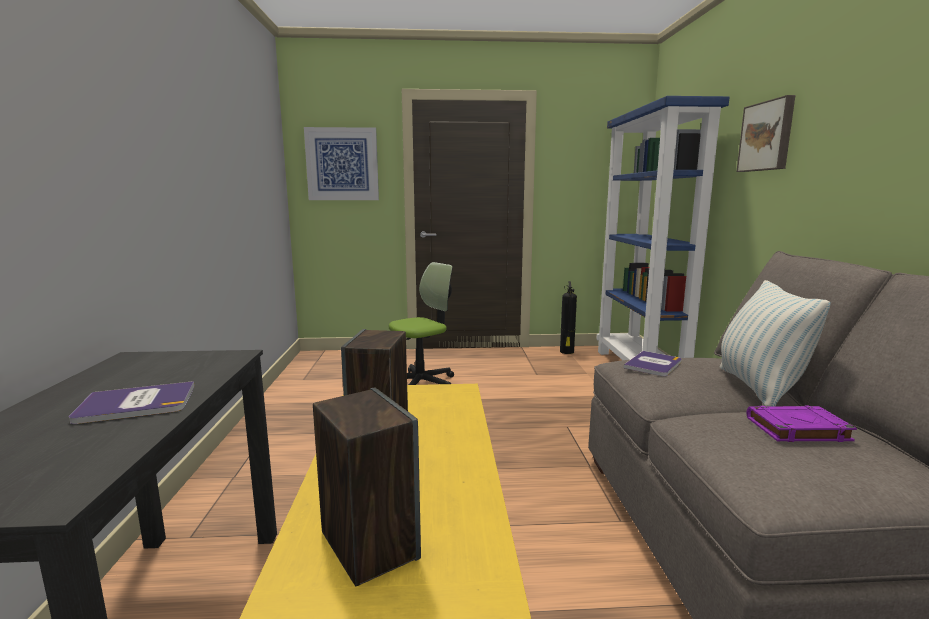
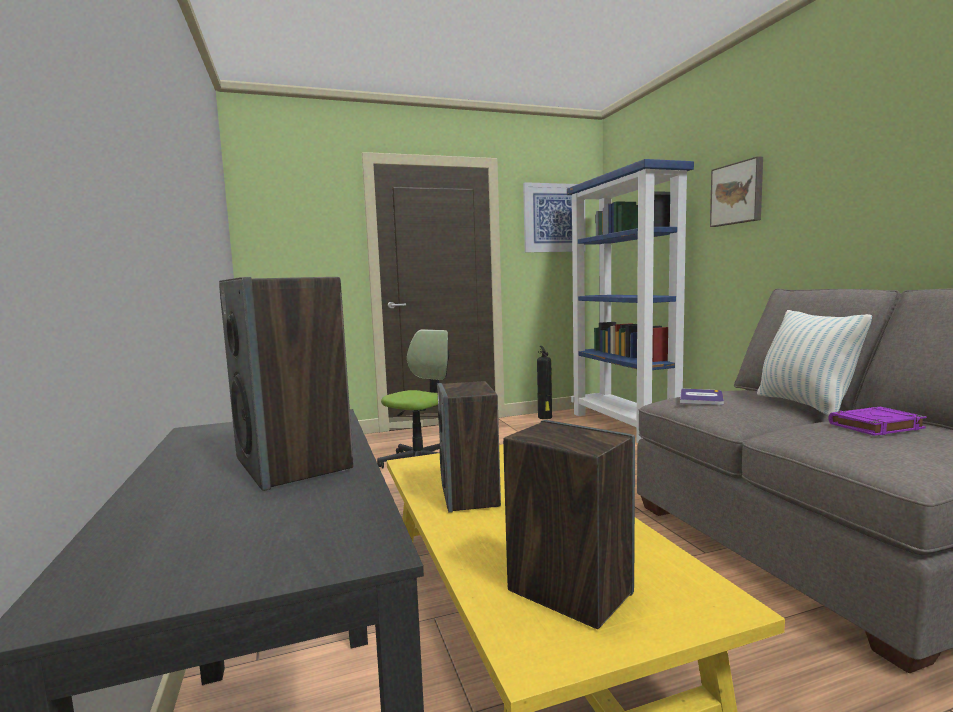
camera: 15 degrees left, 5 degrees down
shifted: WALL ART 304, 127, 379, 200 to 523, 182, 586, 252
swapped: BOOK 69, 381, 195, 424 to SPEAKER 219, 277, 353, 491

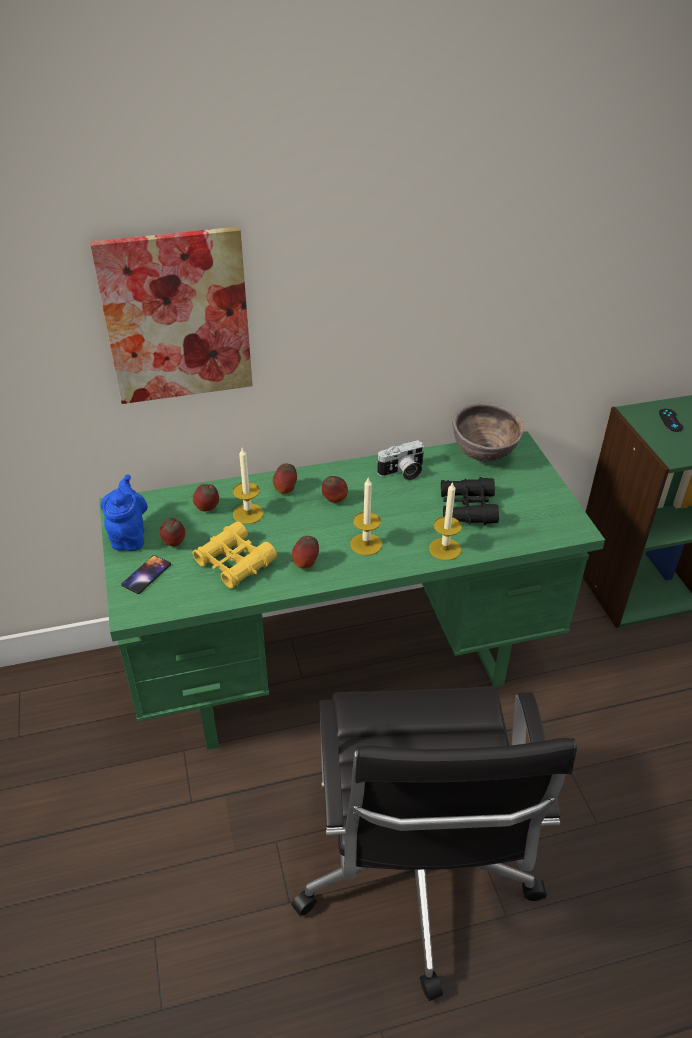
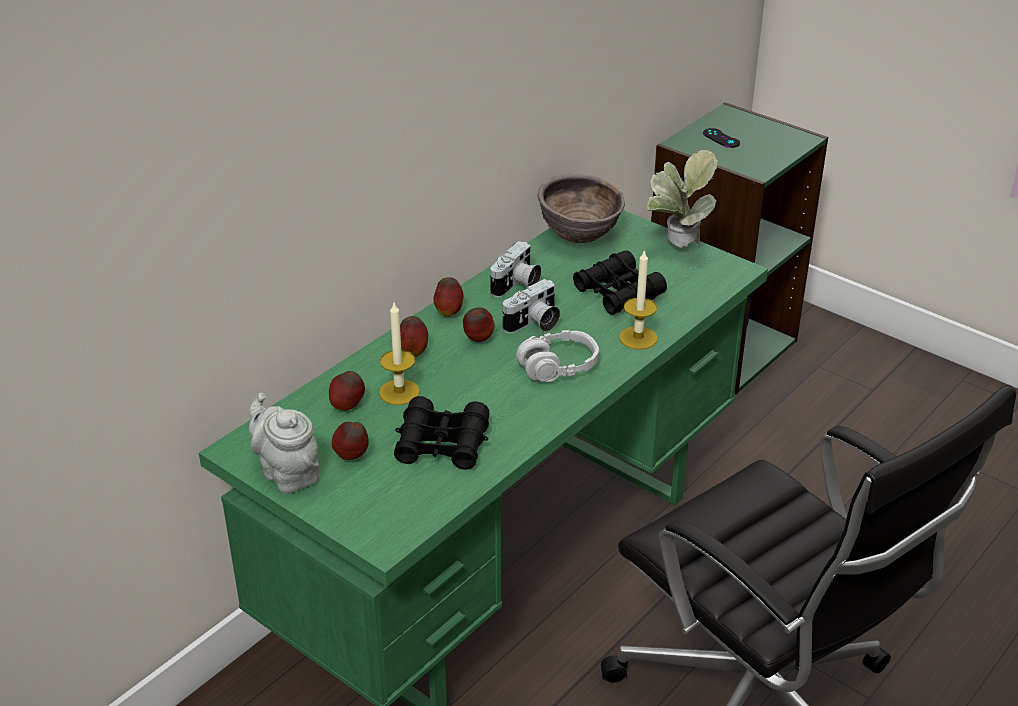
camera: 35 degrees left, 5 degrees down
gone: WALL ART 90, 226, 253, 404; PHONE 121, 555, 171, 594
new: PHOTO CAMERA 502, 279, 560, 333; POTTED PLANT 647, 150, 718, 248
shifted: APPLE 292, 536, 319, 569 to 433, 277, 463, 317
swapped: WAX CANDLE 351, 478, 382, 556 to GREY PAIR OF HEADPHONES 516, 330, 599, 382
repainted: BLUISH TEAPOT 101, 474, 148, 551 to GREY TEAPOT 249, 393, 319, 494; YELLOWISH BINOCULARS 192, 521, 277, 589 to BLACKISH BINOCULARS 394, 396, 490, 470

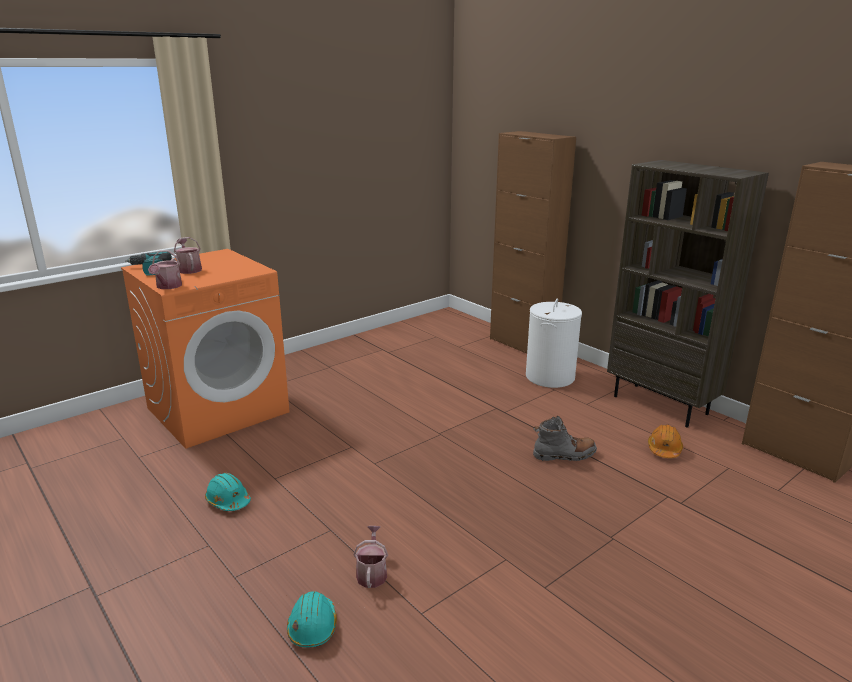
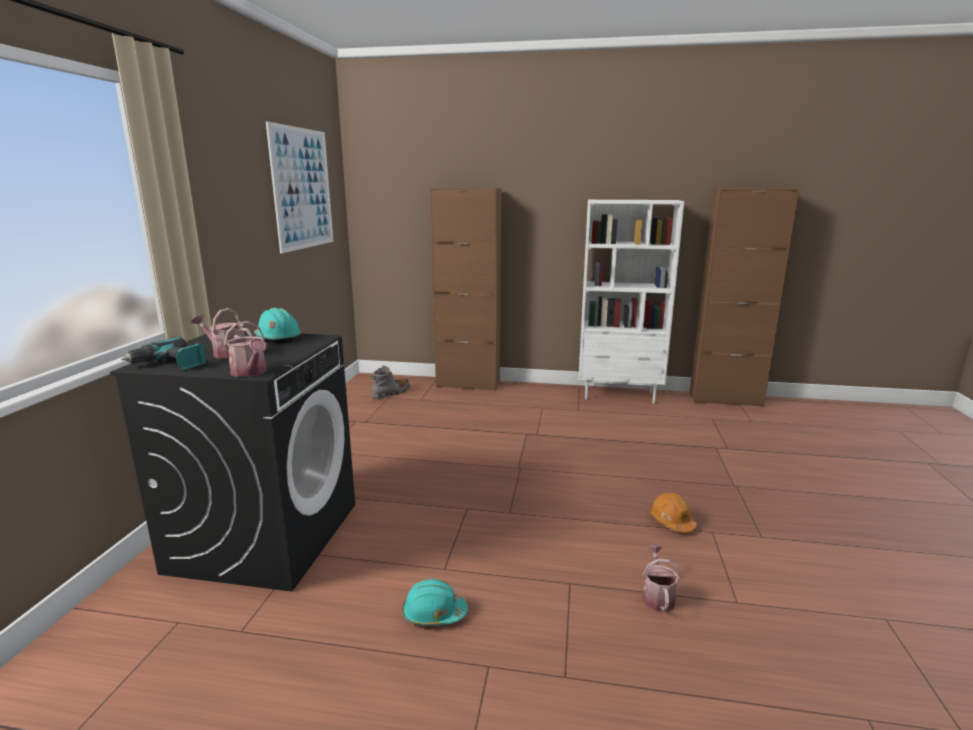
camera: 40 degrees left, 5 degrees down
gone: WHITISH LAUNDRY BASKET 526, 298, 582, 388
new: WALL ART 266, 121, 334, 253
shifted: BLUE-GREEN SAFETY HELMET 287, 591, 337, 647 to 254, 308, 302, 343; GREY HIGH-TOP BOOT 533, 416, 597, 461 to 370, 366, 410, 399; ORANGEY SAFETY HELMET 648, 424, 683, 458 to 649, 493, 697, 532
repainted: ORANGEY LAUNDRY APPLIANCE 121, 249, 289, 449 to BLACKISH LAUNDRY APPLIANCE 110, 331, 355, 592; BROWNISH BOOKSHELF 607, 160, 769, 428 to WHITISH BOOKSHELF 578, 200, 684, 404
rotated: SPRINKLING CAN 353, 526, 388, 588 = 642, 546, 681, 612 45 degrees clockwise

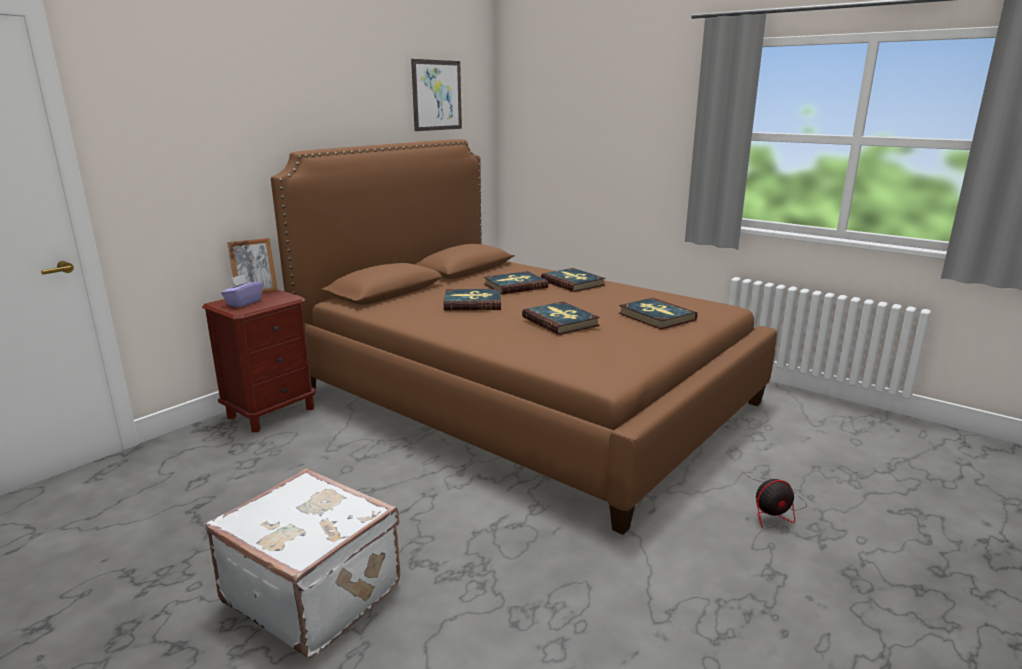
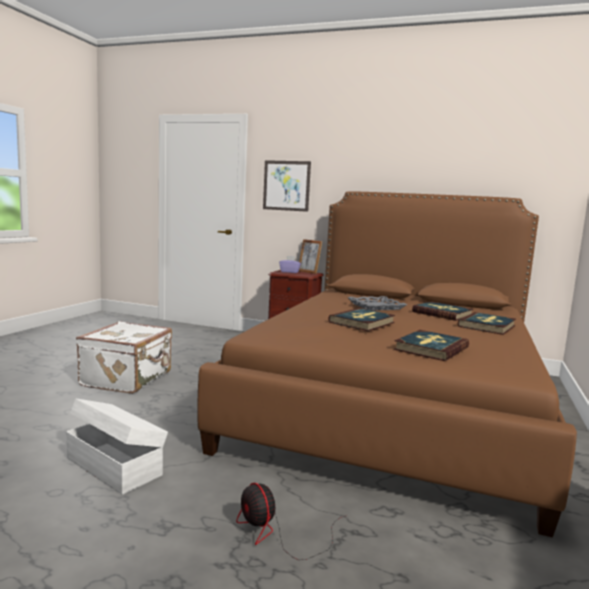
camera: 70 degrees right, 10 degrees down
new: WHITISH STORAGE BIN 66, 399, 168, 495
shifted: WALL ART 411, 59, 462, 131 to 263, 160, 311, 212
swapped: BOOK 443, 289, 501, 310 to GREY CARRYING TRAY 348, 296, 407, 311

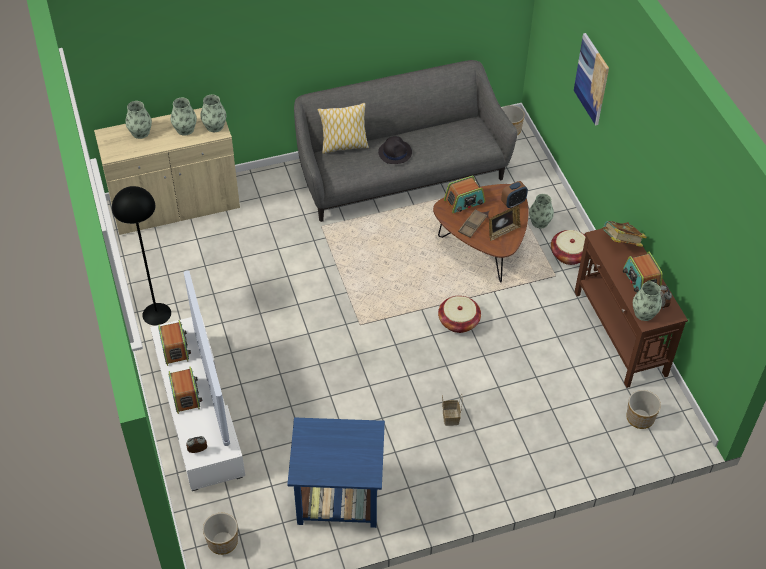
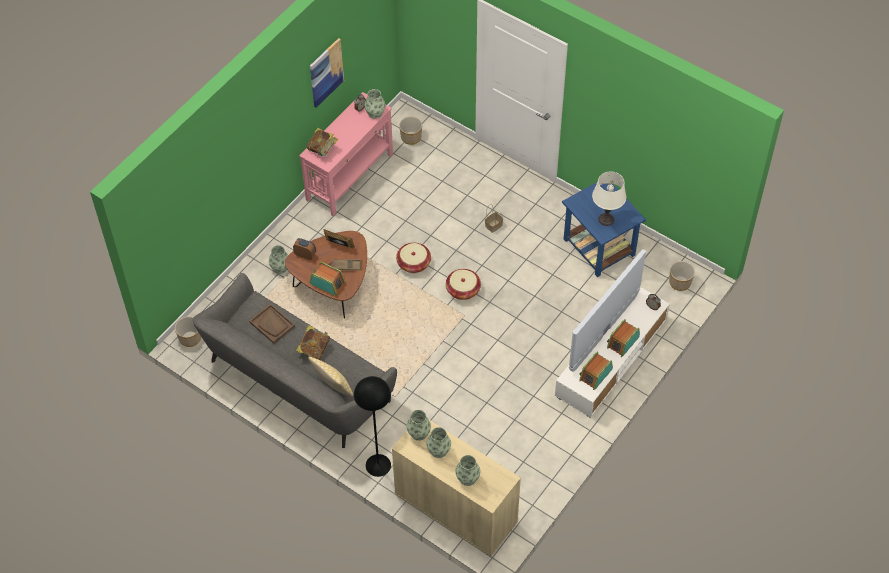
camera: 125 degrees left, 5 degrees up
gone: RADIO RECEIVER 623, 252, 663, 292
new: BROWNISH CARRYING TRAY 249, 304, 295, 344; WHITISH TABLETOP LAMP 592, 172, 626, 226
shifted: WALL ART 574, 33, 609, 126 to 310, 38, 344, 108; BLACKISH STANDING LAMP 112, 186, 171, 325 to 354, 376, 391, 477; HOUSEHOLD BASKET 551, 230, 586, 265 to 446, 269, 481, 300
swapped: BLACKISH CLOTHING HAT 378, 136, 412, 164 to BOOK 296, 325, 330, 360
repainted: BROWNISH CONSOLE TABLE 575, 222, 688, 388 to PINKISH CONSOLE TABLE 299, 92, 393, 216

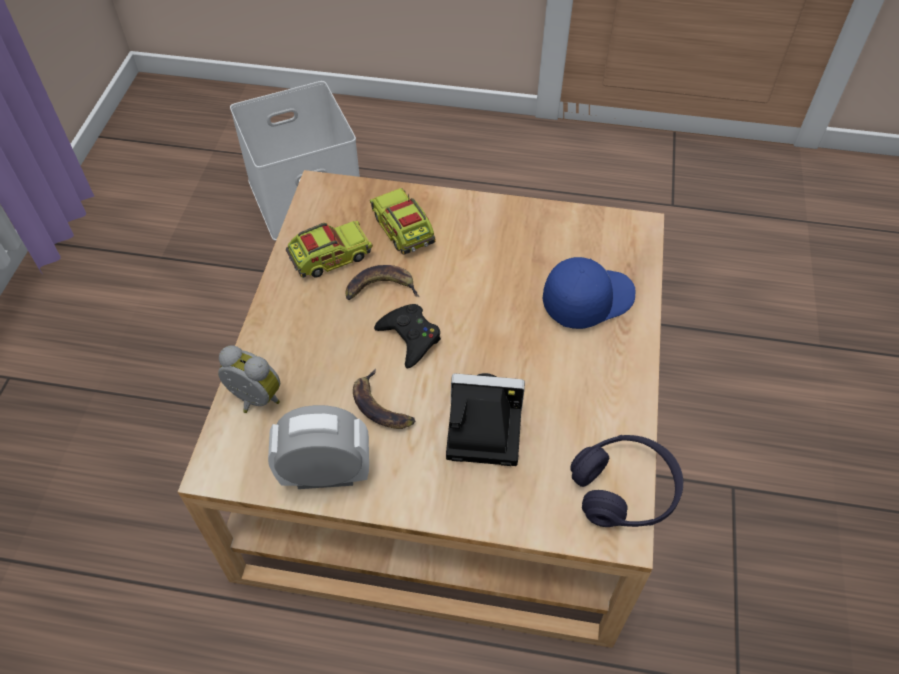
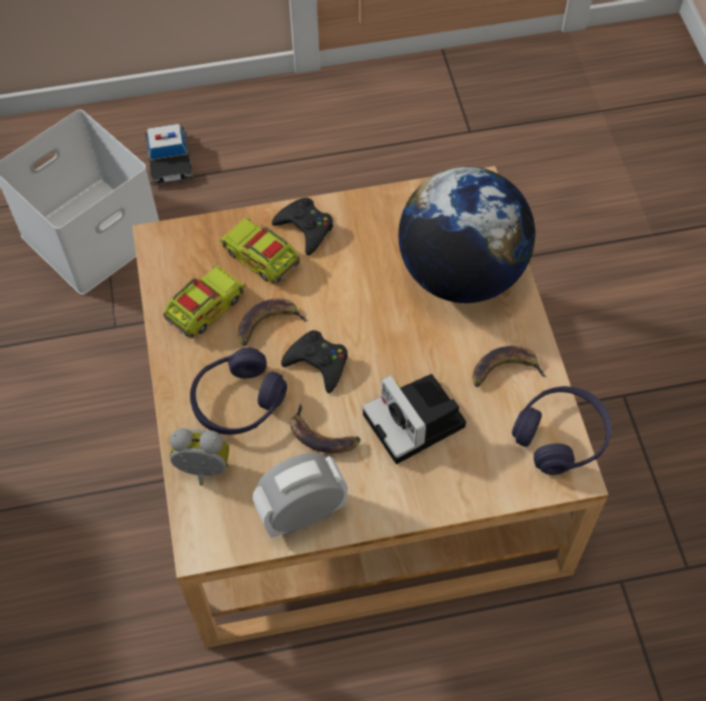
camera: 20 degrees left, 5 degrees up
new: TOY CAR 145, 124, 194, 185; PURPLISH PAIR OF HEADPHONES 190, 348, 287, 435; BLACKISH JOYPAD 272, 198, 333, 256; BANANA FRUIT 472, 346, 547, 387
swapped: BLUISH CAP 542, 257, 635, 329 to GLOBE 398, 166, 535, 303
rotated: PHOTO CAMERA 446, 373, 525, 466 = 363, 374, 466, 464 105 degrees counterclockwise

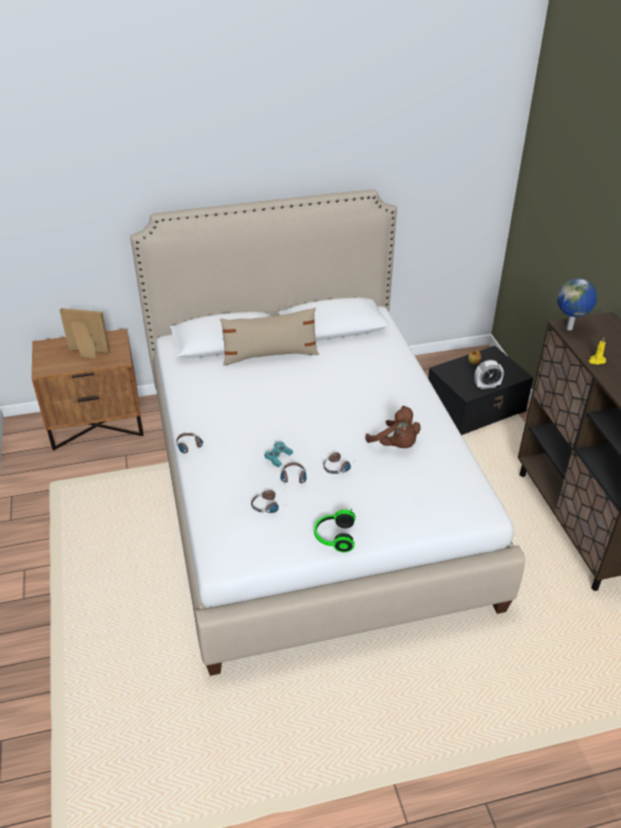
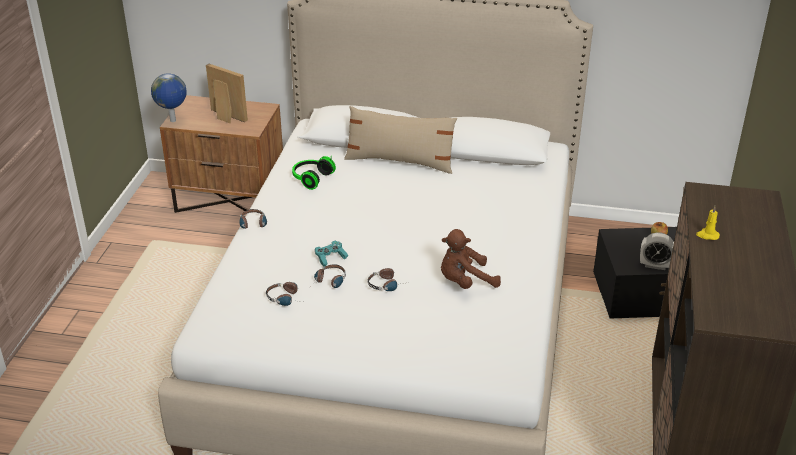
camera: 25 degrees right, 5 degrees down
shifted: GLOBE 557, 278, 597, 330 to 151, 73, 187, 122; PAIR OF HEADPHONES 314, 508, 356, 552 to 292, 156, 336, 190
rotated: BROWNISH SOFT TOY 366, 406, 421, 448 = 441, 229, 501, 289 90 degrees clockwise

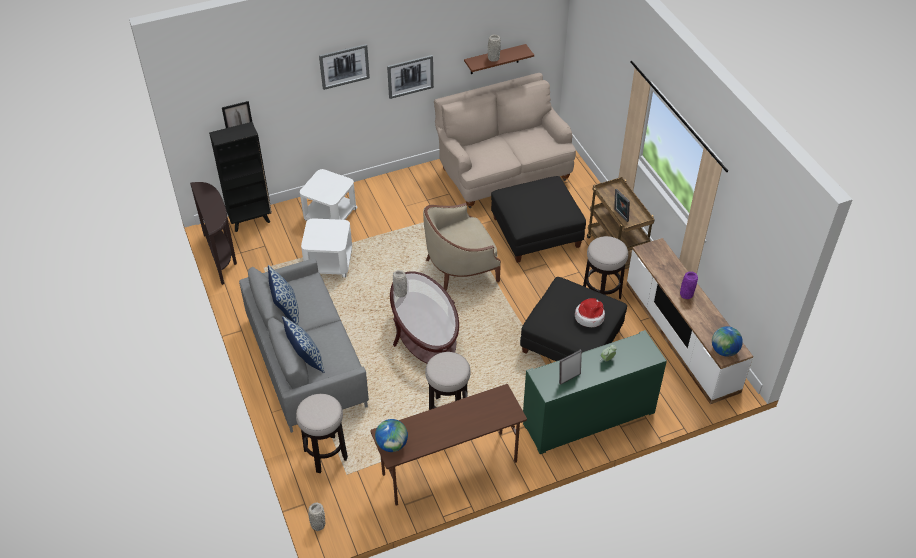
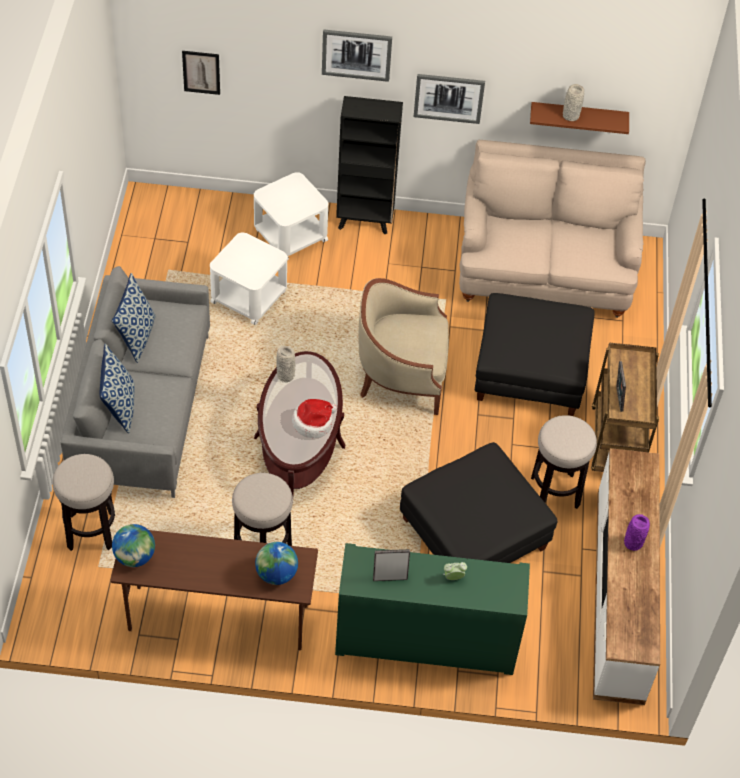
camera: 25 degrees right, 5 degrees up
gone: BROWNISH CONSOLE TABLE 190, 182, 237, 285; GREY FLOWER VASE 308, 503, 325, 531
shifted: GLOBE 712, 326, 743, 357 to 255, 542, 298, 585; CLOTHING HAT 575, 298, 605, 327 to 292, 399, 337, 438; BLACKISH BOOKSHELF 209, 122, 272, 232 to 336, 96, 403, 234

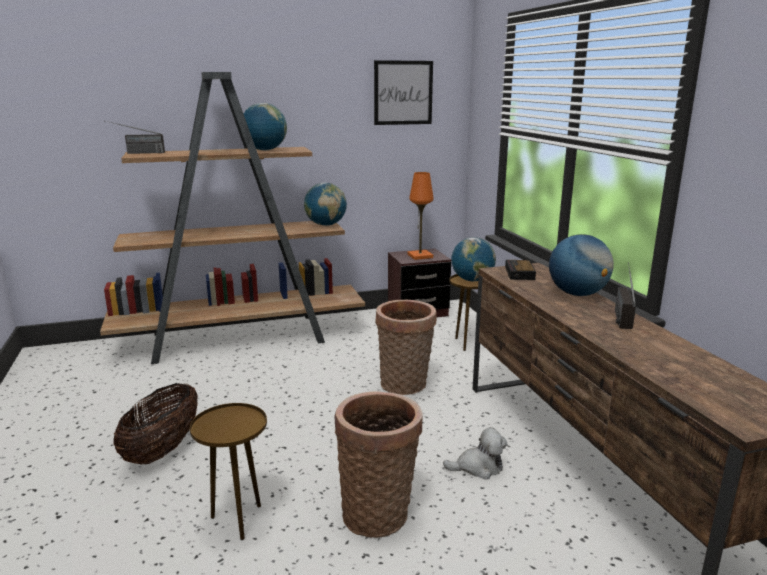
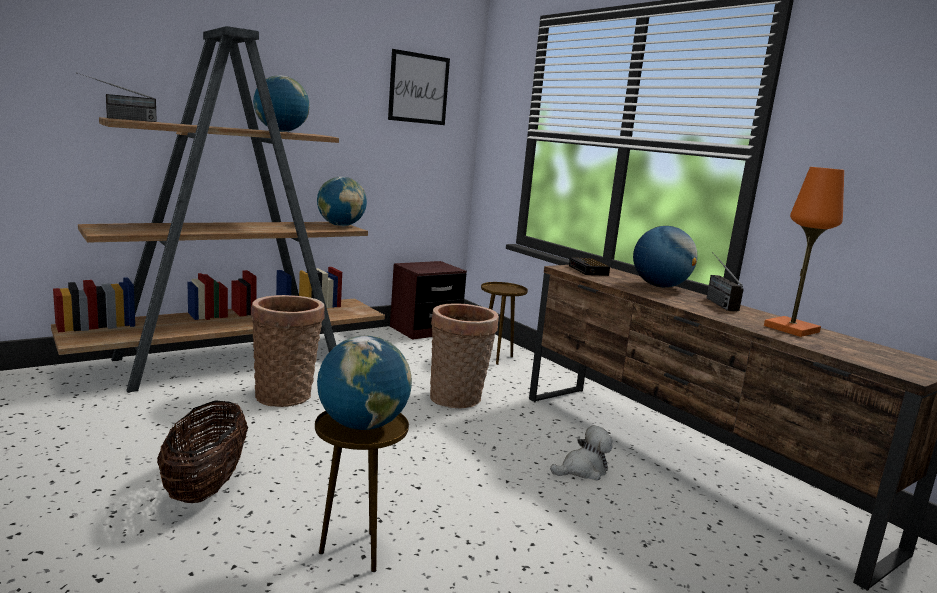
camera: 20 degrees left, 5 degrees down
shifted: HOUSEHOLD BASKET 334, 391, 423, 538 to 251, 295, 324, 407; GLOBE 451, 237, 496, 281 to 317, 336, 412, 430; ORANGEY TABLETOP LAMP 407, 172, 434, 260 to 764, 167, 844, 337

